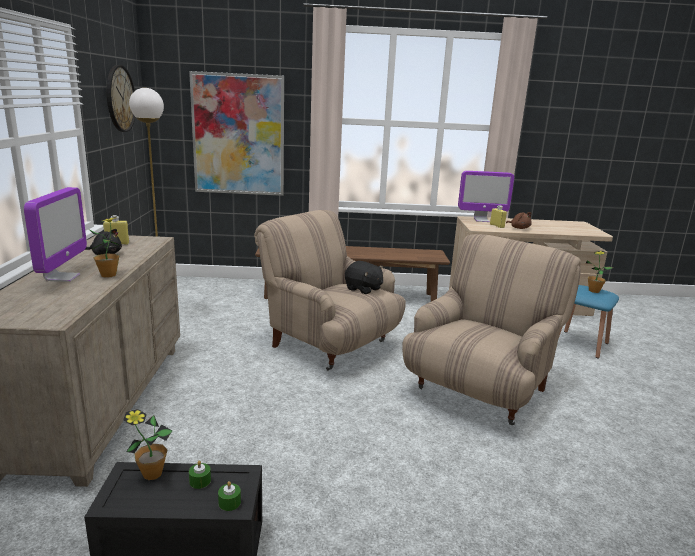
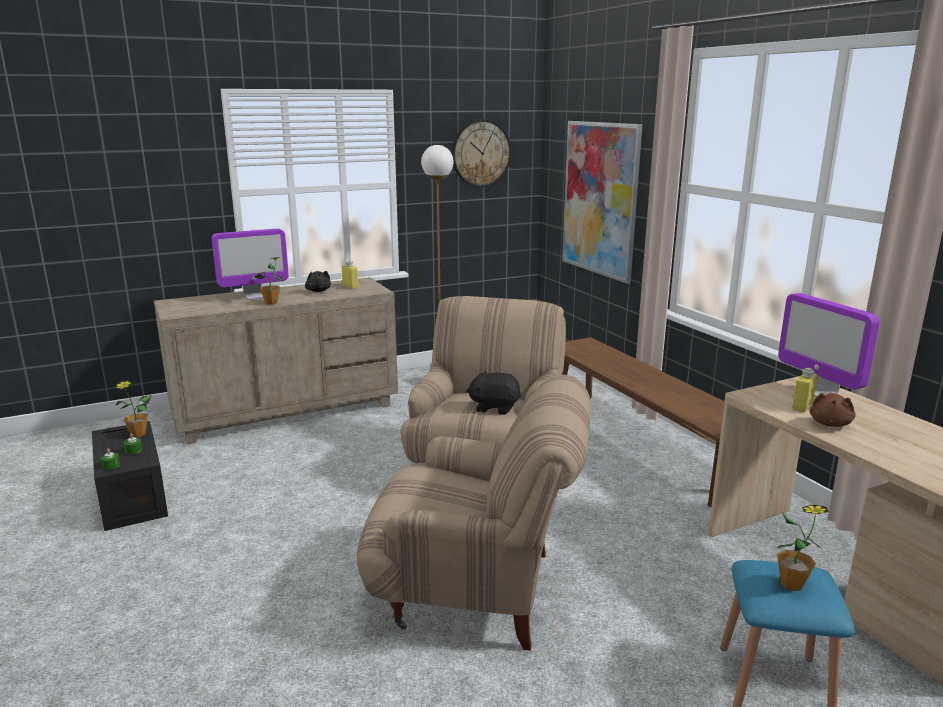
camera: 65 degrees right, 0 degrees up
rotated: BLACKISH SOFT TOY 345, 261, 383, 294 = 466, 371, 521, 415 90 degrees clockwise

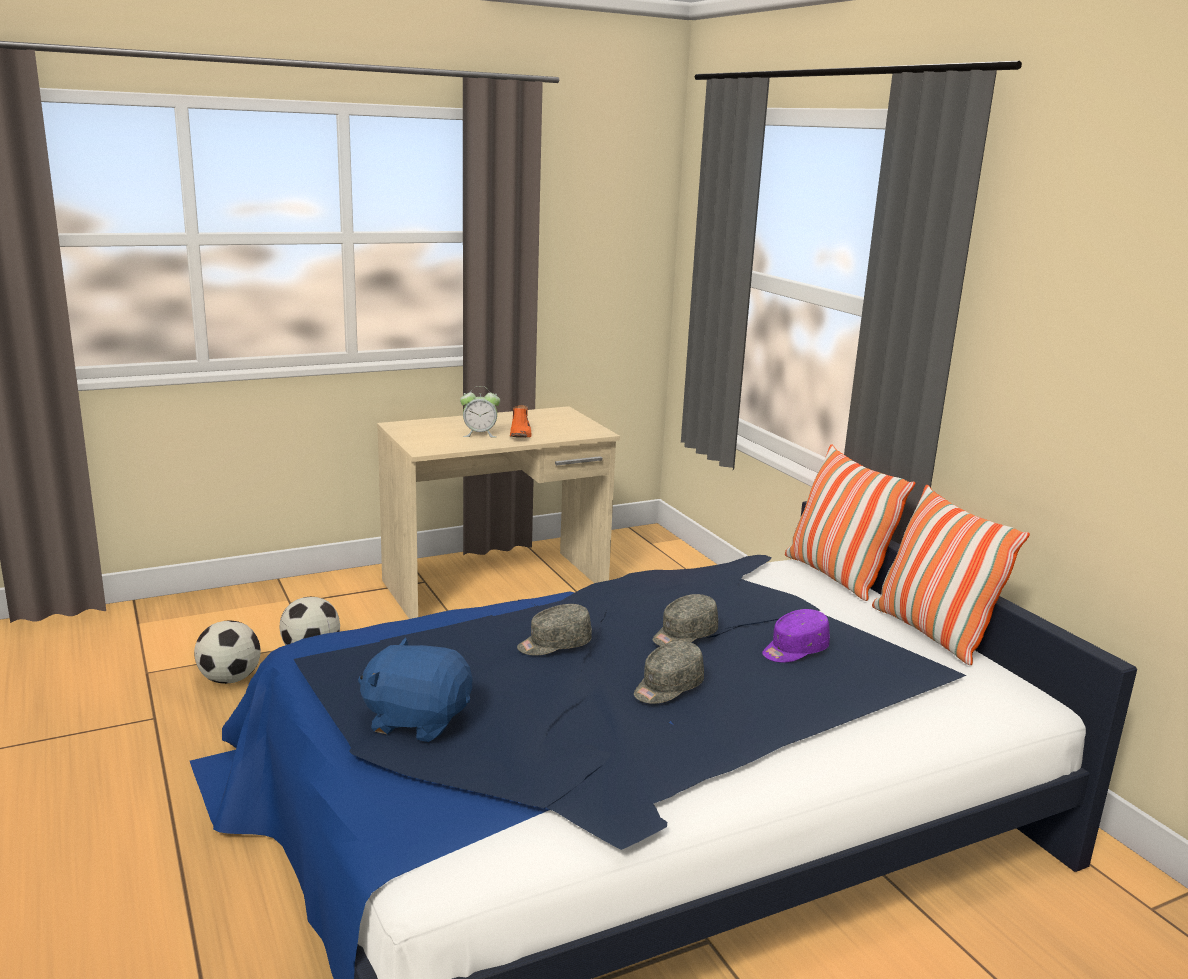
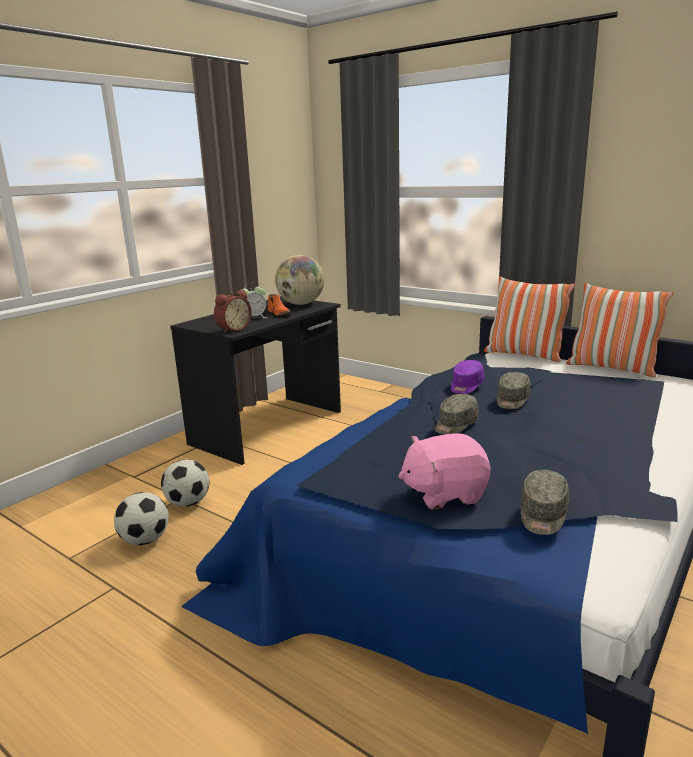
camera: 25 degrees left, 0 degrees up
new: ALARM CLOCK 214, 290, 252, 333; GLOBE 275, 255, 324, 305
shifted: PURPLISH CAP 762, 609, 830, 662 to 451, 360, 484, 394; GREY CAP 634, 641, 704, 704 to 521, 470, 569, 535
repainted: SAND-COLOURED DESK 377, 406, 620, 619 to BLACKISH DESK 170, 296, 341, 465; BLUISH SOFT TOY 358, 637, 472, 742 to PINKISH SOFT TOY 398, 433, 491, 510

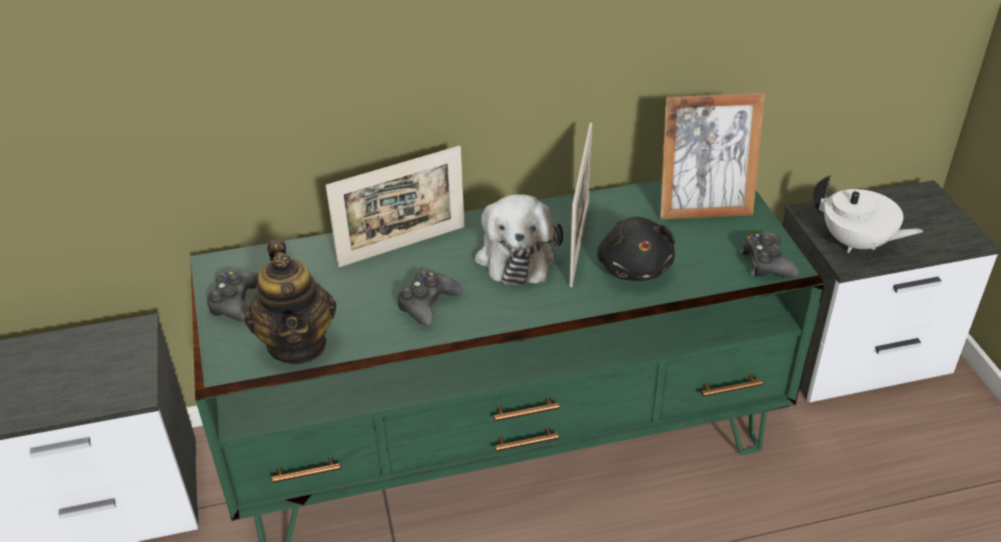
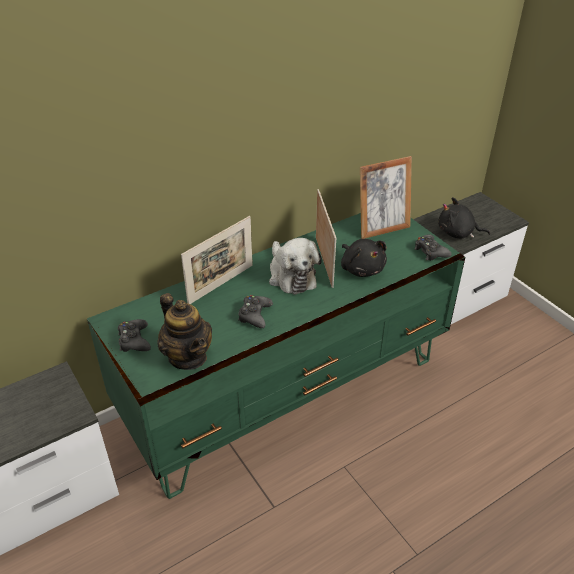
camera: 20 degrees left, 0 degrees up
swapped: WHITISH TEAPOT 813, 175, 923, 253 to BLACKISH SOFT TOY 438, 197, 490, 238

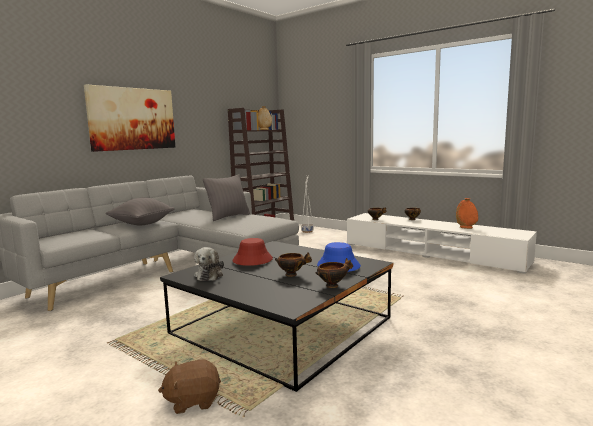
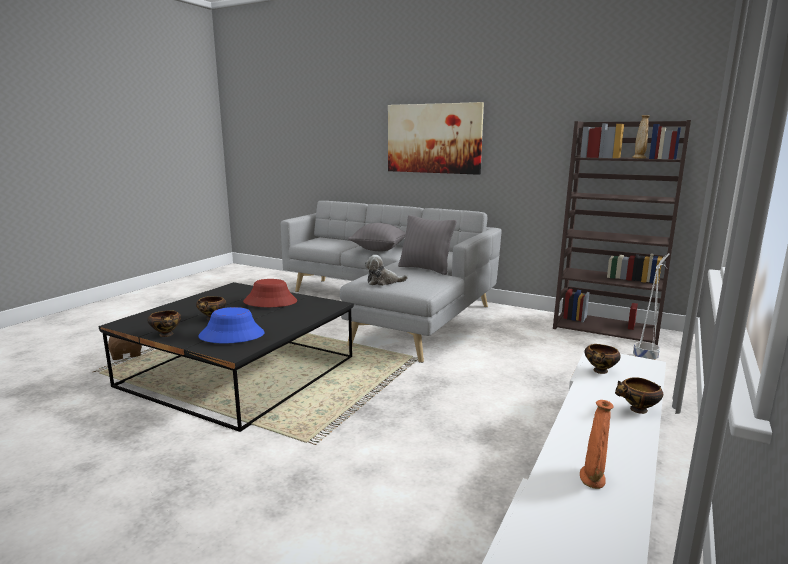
camera: 80 degrees right, 5 degrees up
shifted: SOFT TOY 194, 247, 224, 281 to 365, 255, 408, 286

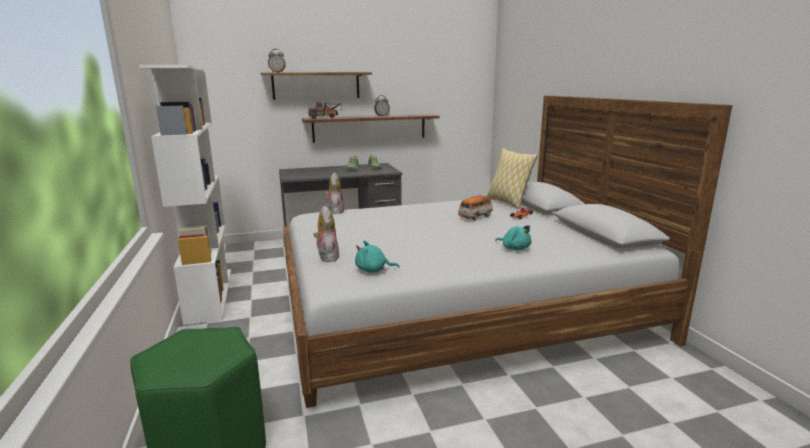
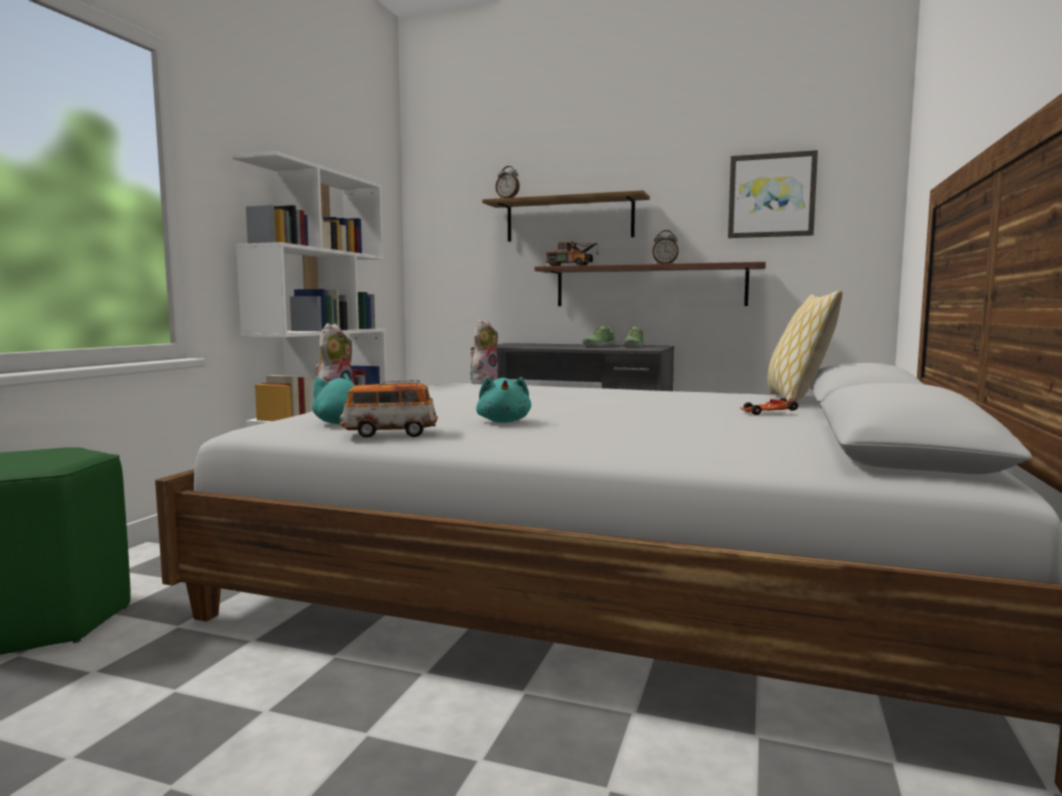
camera: 35 degrees right, 10 degrees down
new: WALL ART 728, 150, 818, 238
shifted: TOY CAR 458, 195, 492, 220 to 340, 380, 438, 438; BLUE-GREEN SOFT TOY 496, 225, 531, 250 to 476, 376, 531, 423

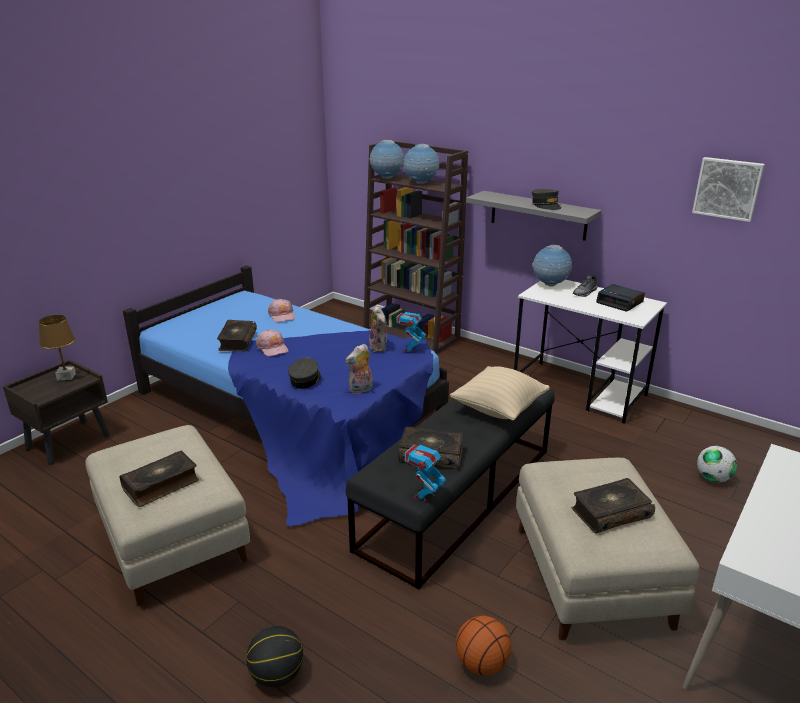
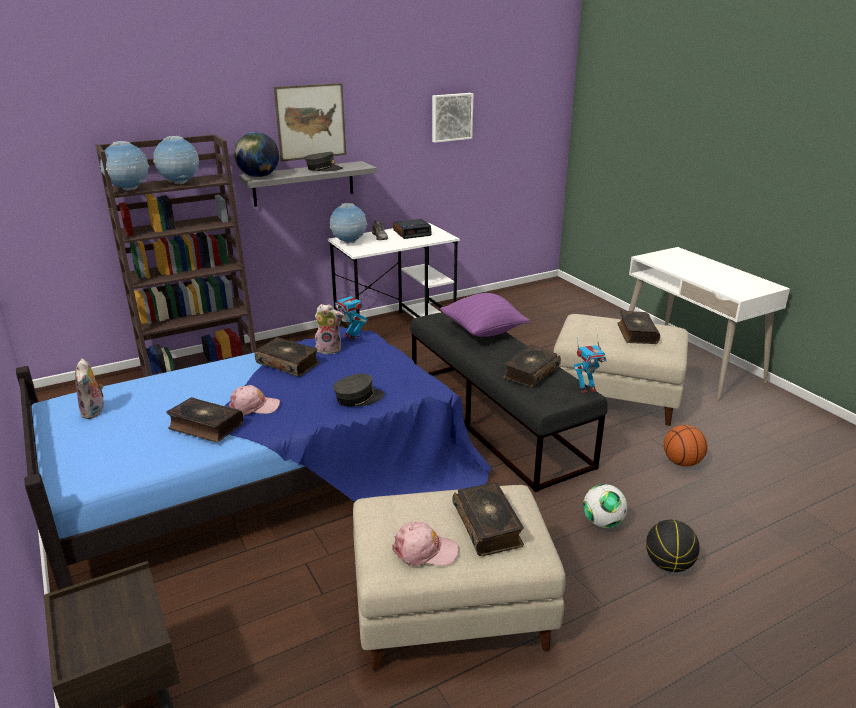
camera: 65 degrees left, 0 degrees up
gone: BROWNISH TABLETOP LAMP 38, 315, 76, 381
new: GLOBE 234, 132, 279, 177; BOOK 255, 337, 320, 377; WALL ART 274, 83, 346, 162
shifted: SOFT TOY 345, 344, 373, 394 to 75, 359, 104, 419; PINKISH CAP 268, 299, 295, 322 to 392, 522, 459, 566; BALL FOR FOOTBALL 697, 446, 737, 482 to 583, 484, 627, 528
repainted: SAND-COLOURED THROW PILLOW 450, 366, 550, 421 to PURPLISH THROW PILLOW 440, 293, 530, 337
rotated: GREY CAP 288, 357, 321, 389 = 333, 374, 385, 407 120 degrees clockwise; TOY ROBOT 405, 443, 446, 502 = 574, 335, 606, 393 75 degrees counterclockwise

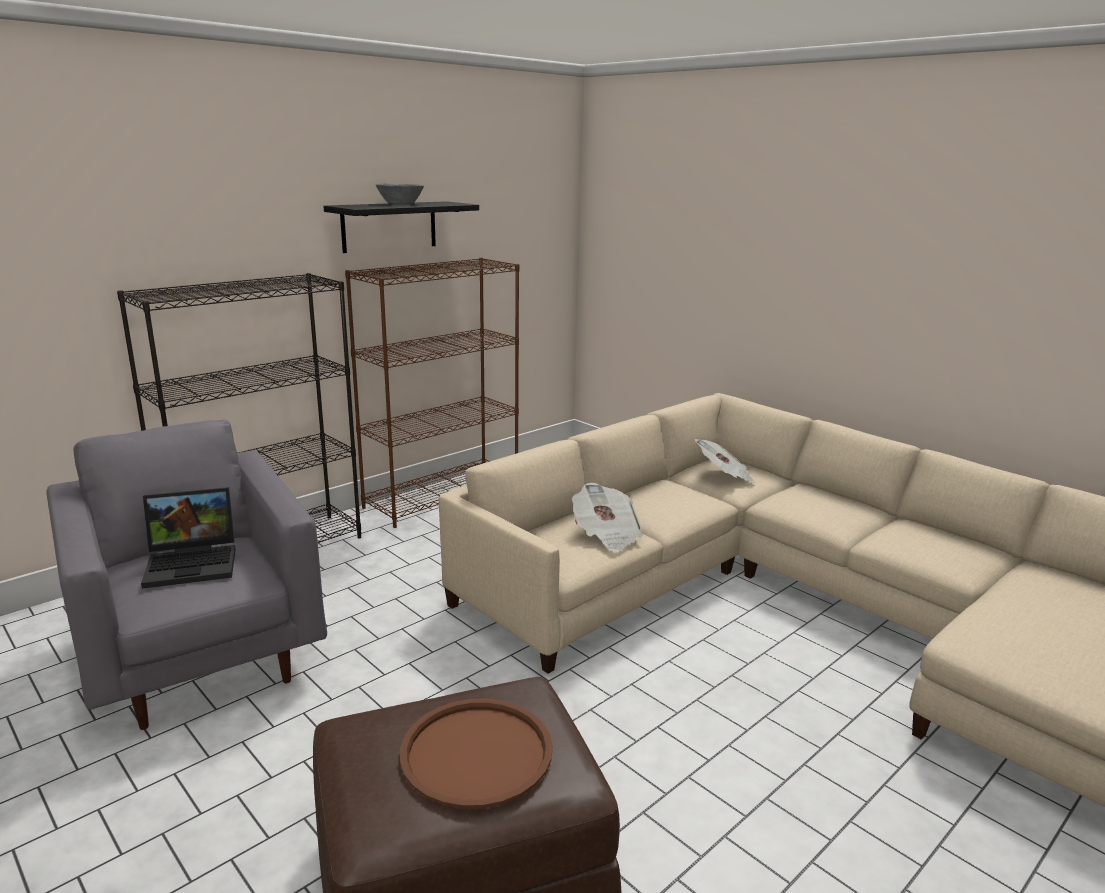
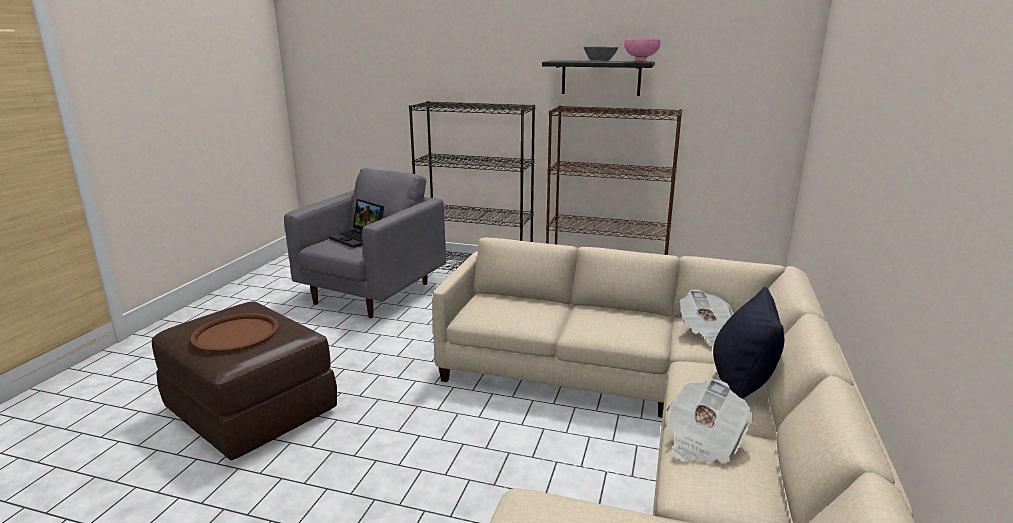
camera: 60 degrees right, 0 degrees up
new: PINKISH DEEP DISH 624, 39, 660, 62; BLACKISH THROW PILLOW 713, 287, 784, 399
shifted: PRINTED PAPER 572, 483, 643, 552 to 667, 379, 753, 464

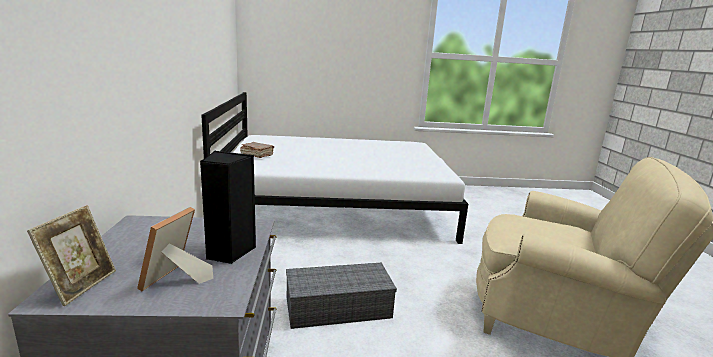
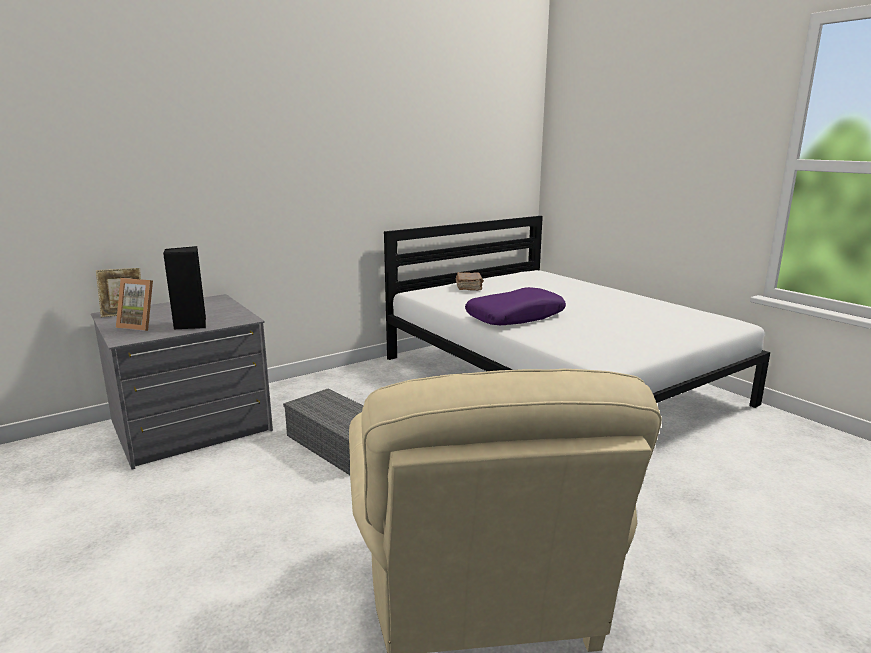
camera: 60 degrees right, 0 degrees up
new: PURPLISH THROW PILLOW 465, 287, 566, 325
rotated: PICTURE FRAME 137, 207, 213, 291 = 116, 278, 153, 331 150 degrees counterclockwise

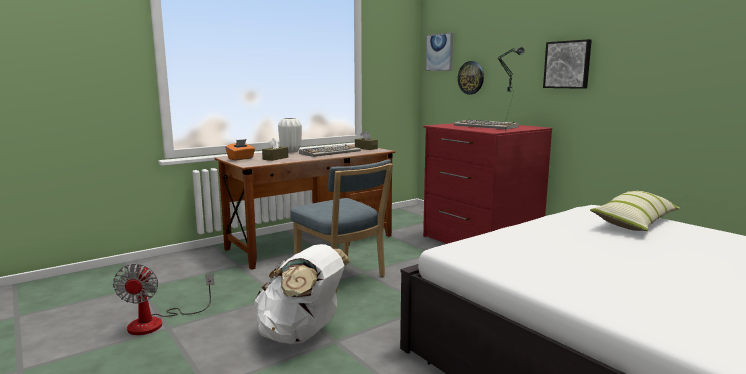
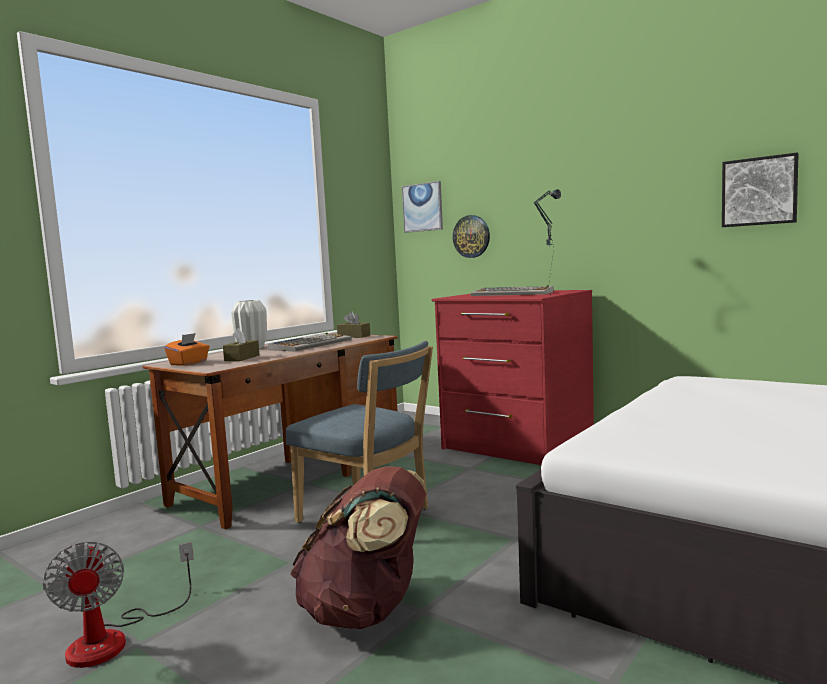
camera: 15 degrees left, 5 degrees down
gone: THROW PILLOW 590, 191, 680, 231
shifted: WALL ART 543, 39, 592, 89 to 722, 153, 799, 227
repainted: WHITISH RUCKSACK 254, 244, 350, 344 to BROWNISH RUCKSACK 290, 466, 426, 629

